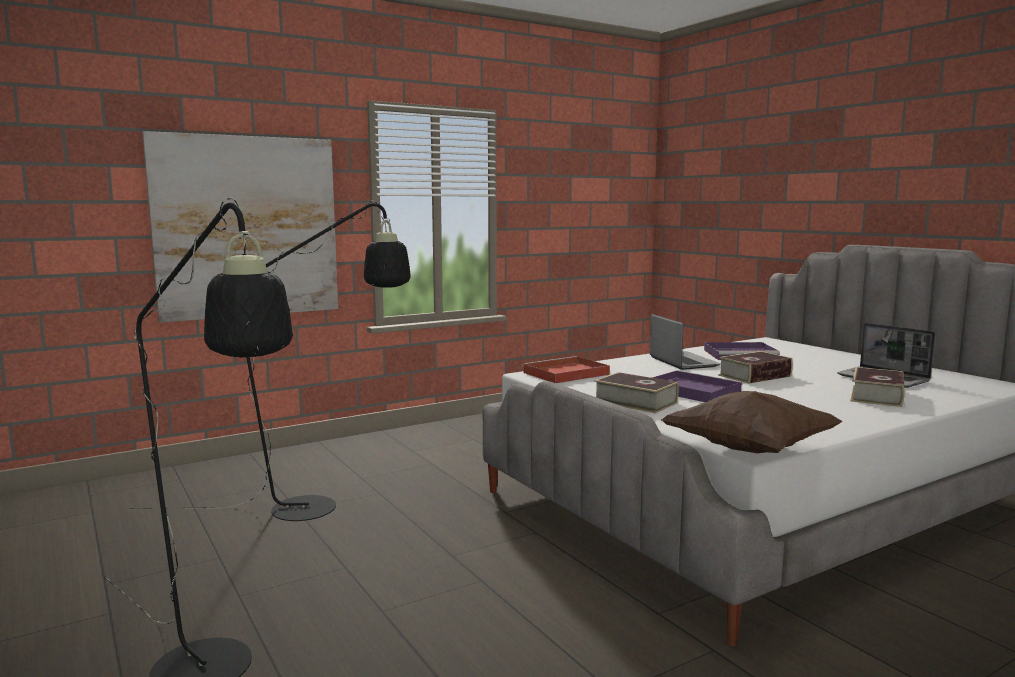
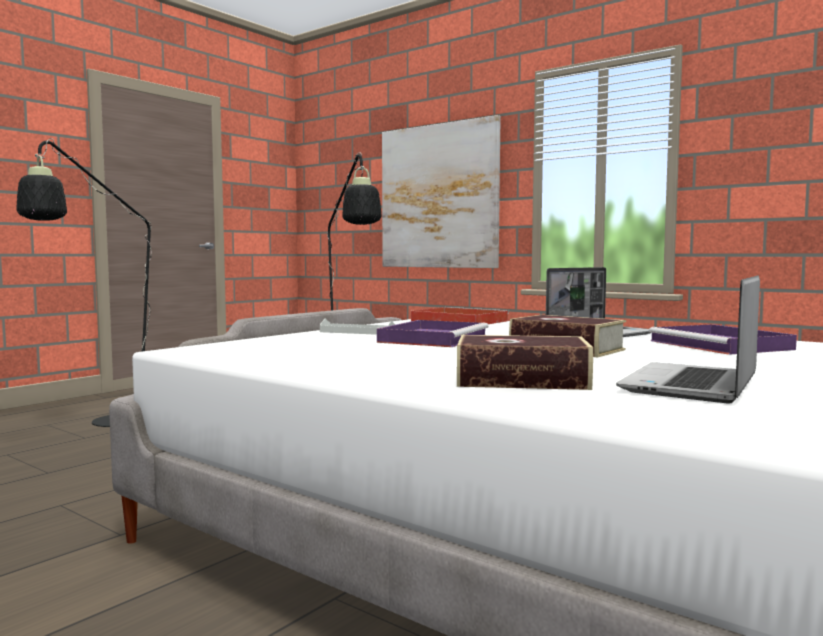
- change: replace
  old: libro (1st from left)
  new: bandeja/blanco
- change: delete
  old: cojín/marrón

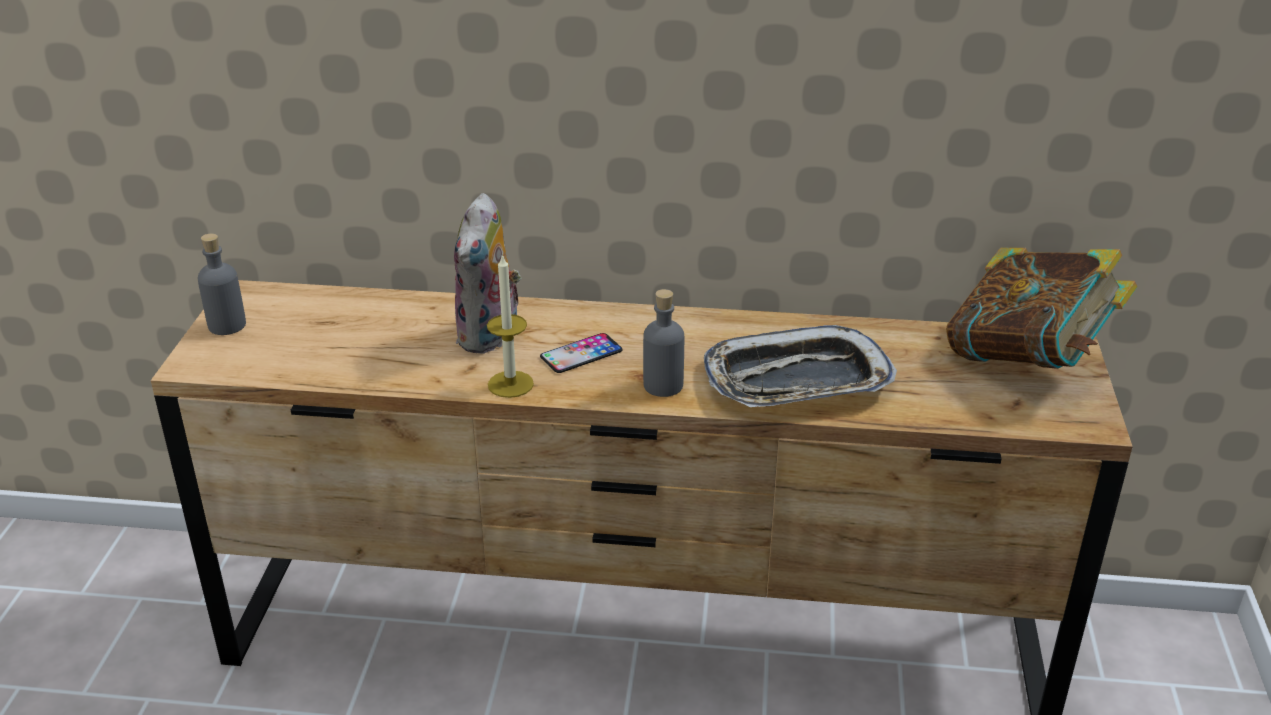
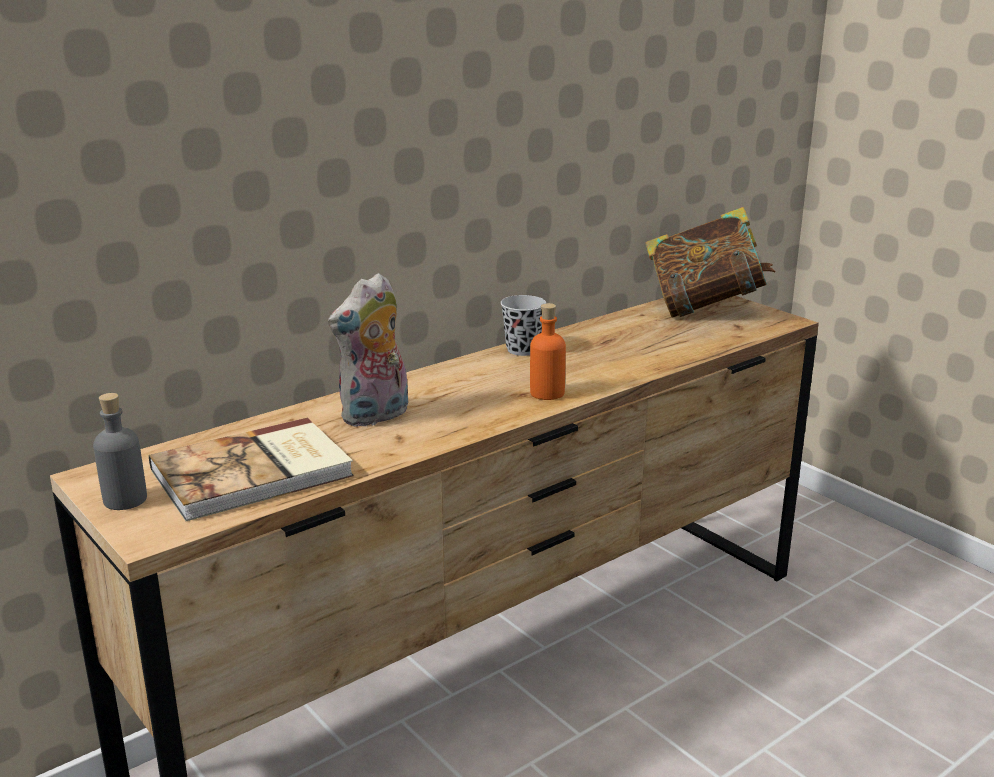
- change: rotate
  old: peluche
  degrees: 75
- change: delete
  old: vela
- change: recolor
  old: botella/gris (2nd from left)
  new: botella/naranja
- change: delete
  old: bandeja
- change: delete
  old: móvil
- change: insert
  new: taza/negro
- change: insert
  new: libro (1st from left)

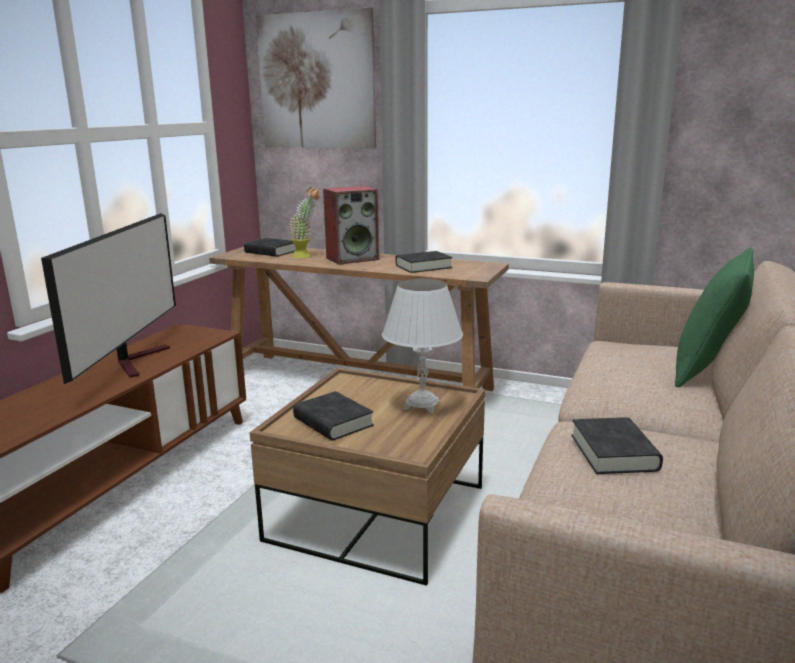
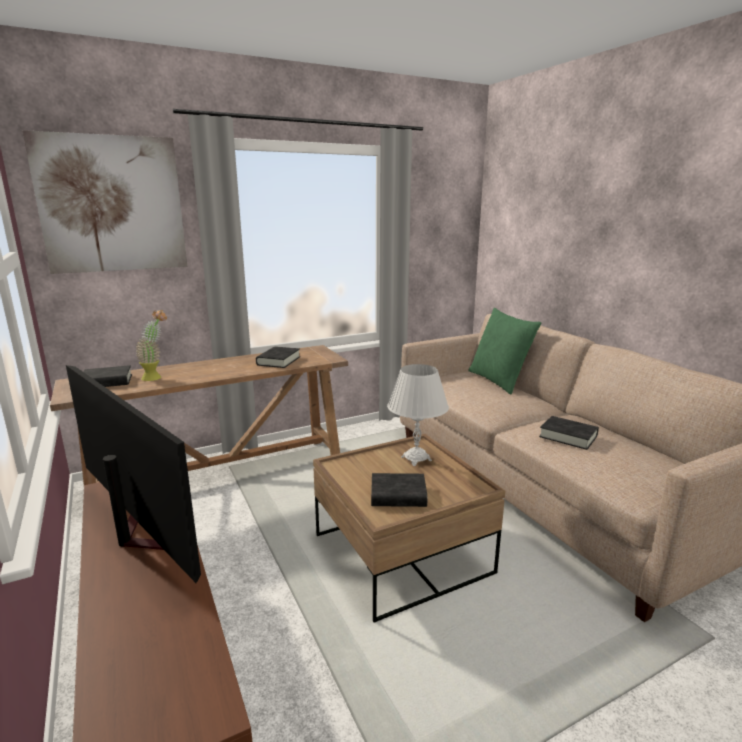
- change: delete
  old: altavoz

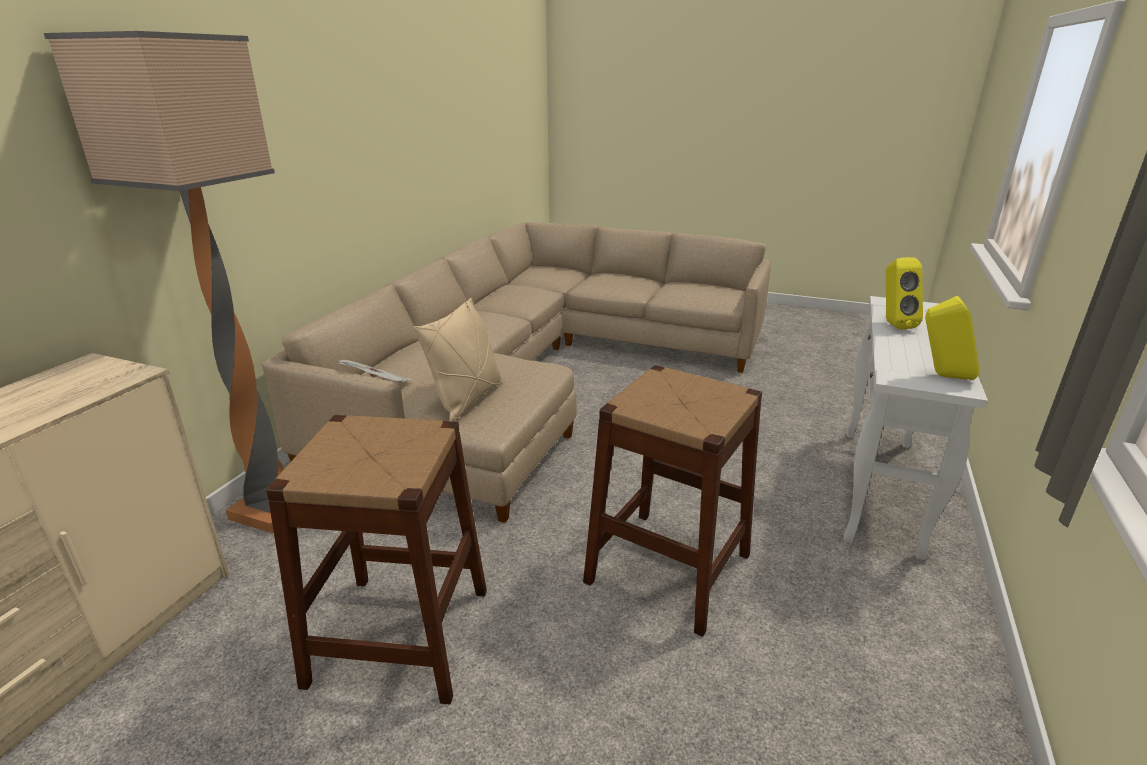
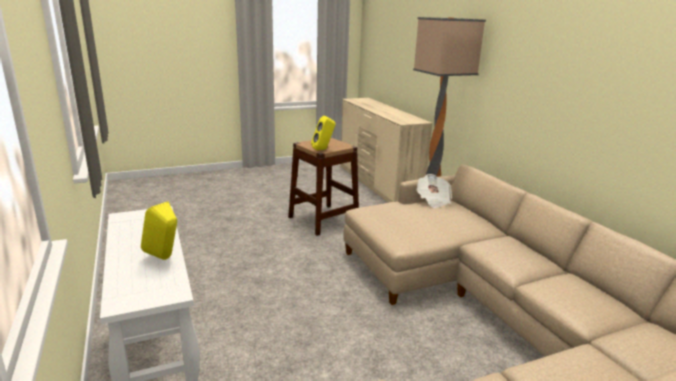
- change: move
  old: altavoz/amarillo (2nd from left)
- change: delete
  old: cojín/beis
- change: delete
  old: taburete/marrón (2nd from left)

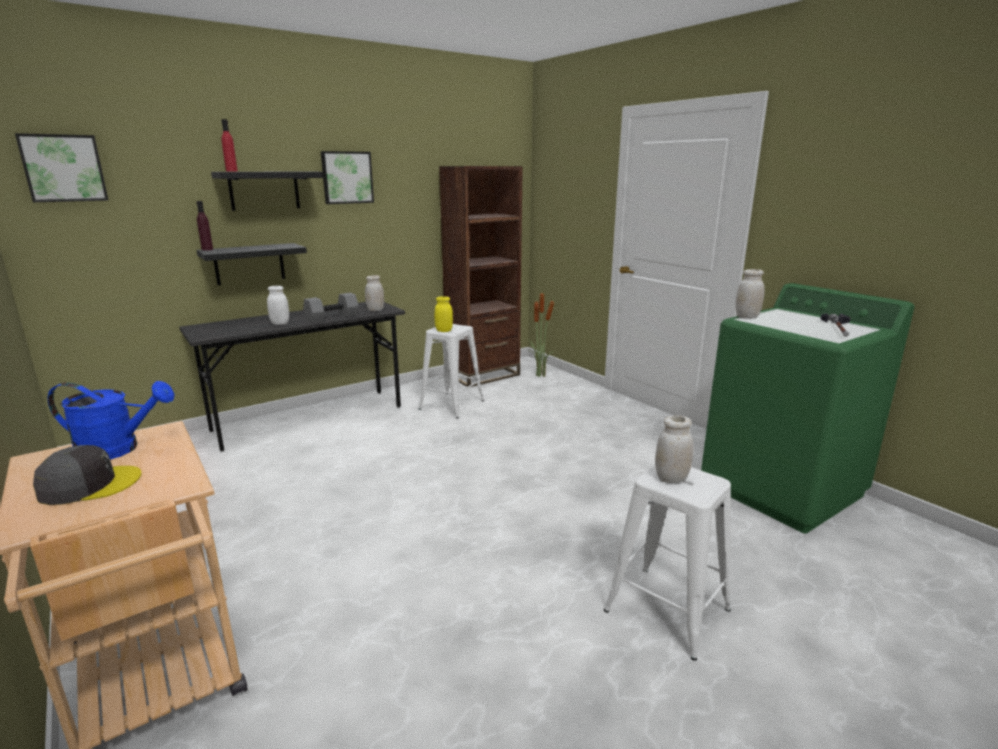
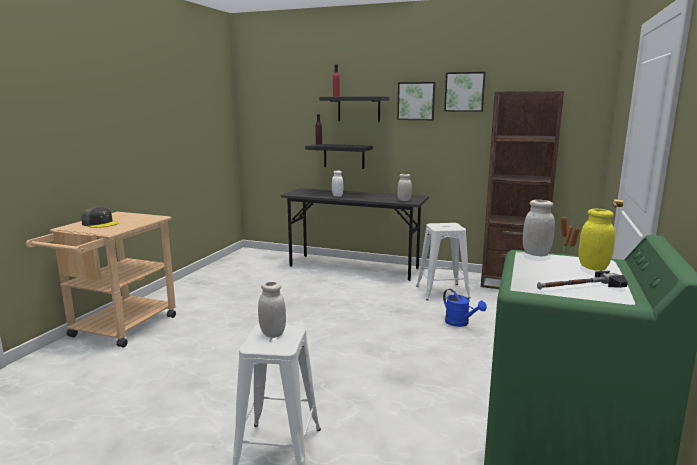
- change: move
  old: cuadro (1st from left in the first image)
  new: cuadro (2nd from left)
- change: delete
  old: mancuerna/gris
- change: move
  old: tarro/amarillo
- change: move
  old: regadera/azul

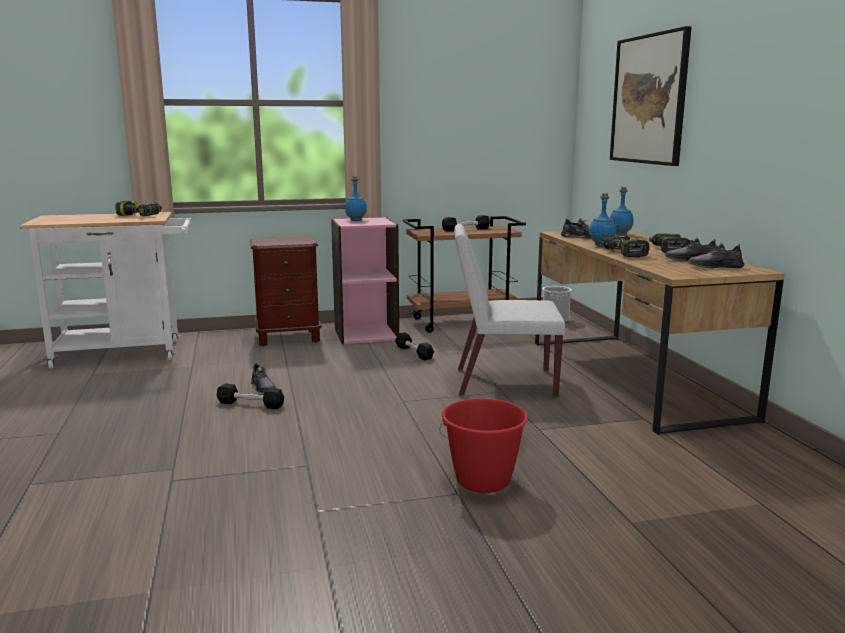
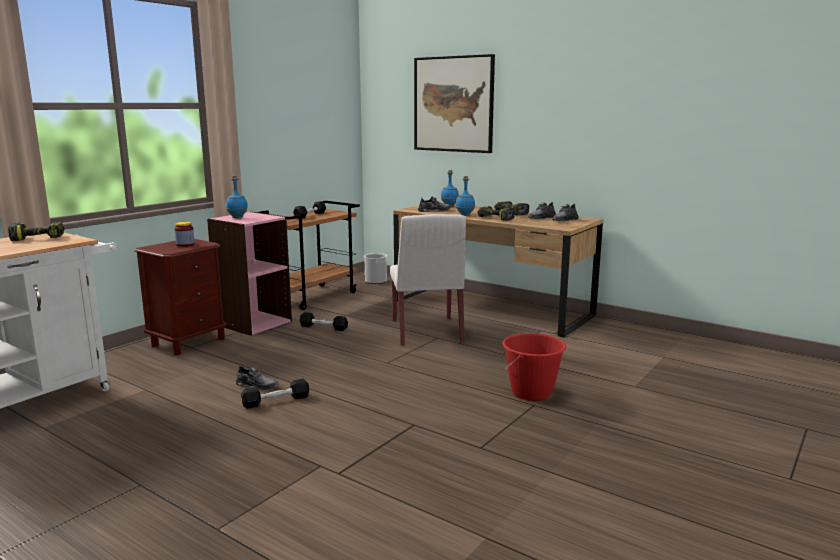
- change: rotate
  old: silla/blanco
  degrees: -60
- change: insert
  new: tarro

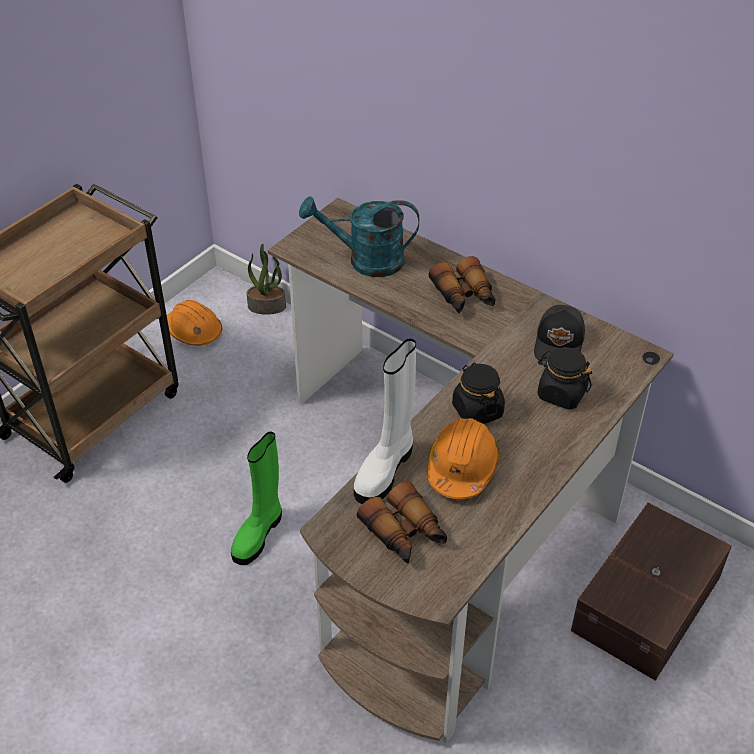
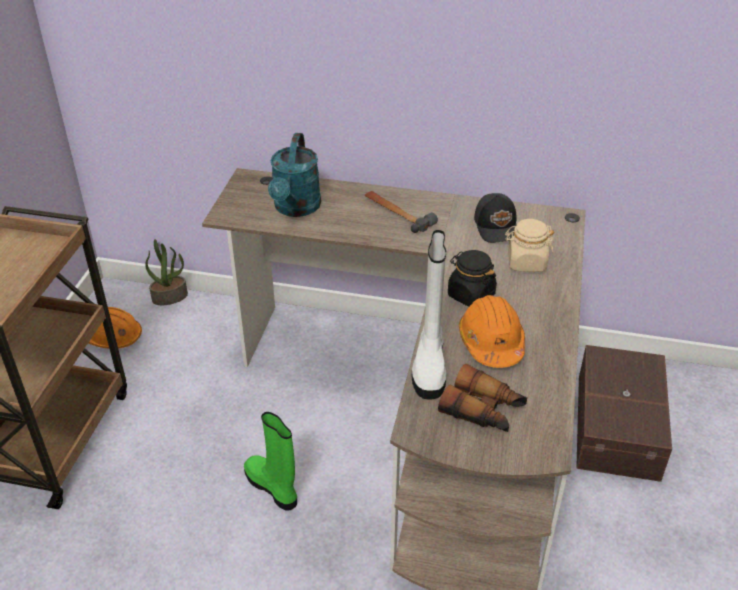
- change: rotate
  old: regadera/turquesa
  degrees: -60
- change: replace
  old: prismáticos (2nd from left)
  new: martillo
- change: recolor
  old: tarro/negro (2nd from left)
  new: tarro/beis
- change: rotate
  old: bota/verde
  degrees: 135

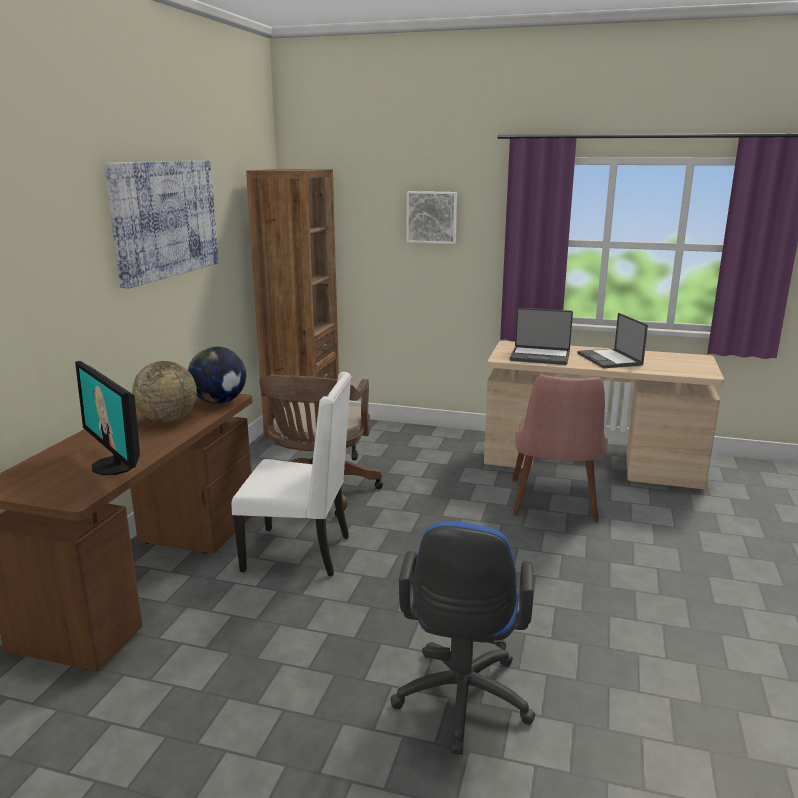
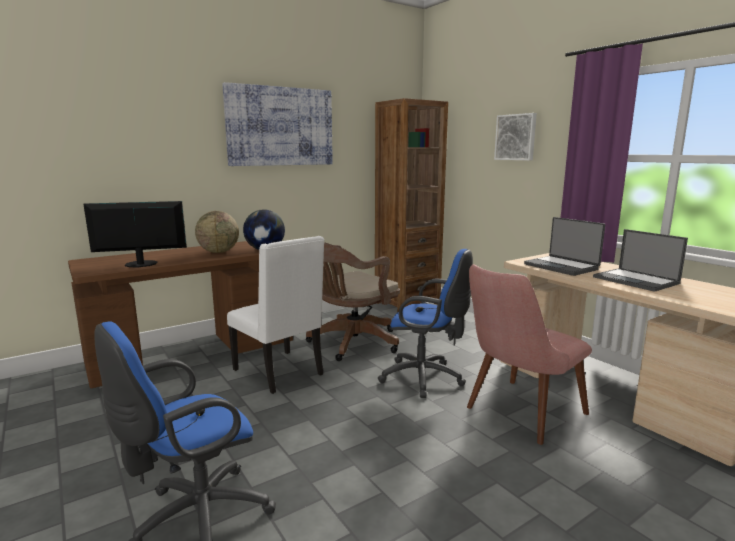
- change: rotate
  old: portátil (2nd from left)
  degrees: -60
- change: rotate
  old: monitor
  degrees: 75
- change: insert
  new: silla de oficina/azul (2nd from left)

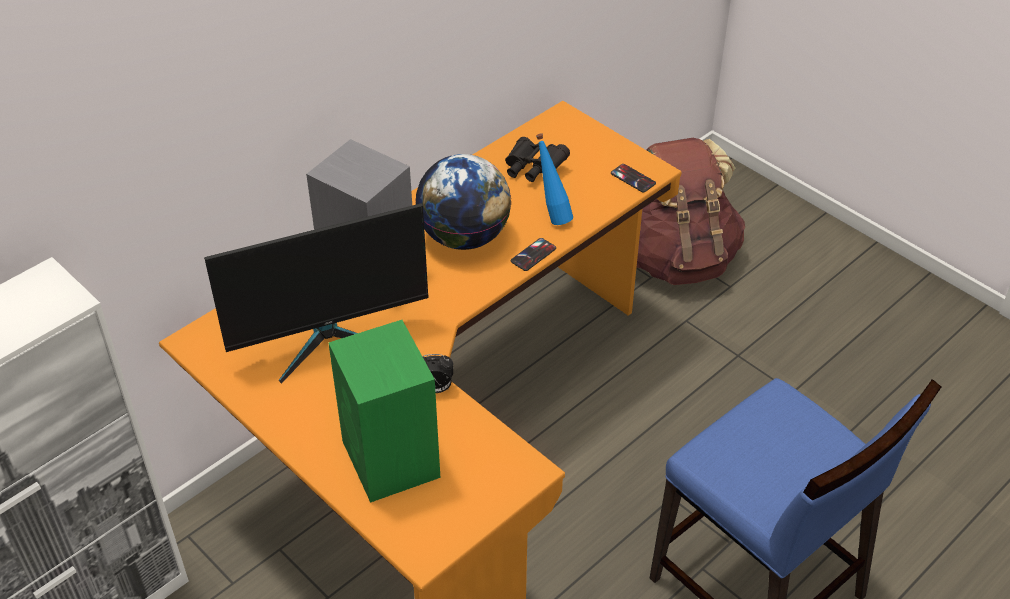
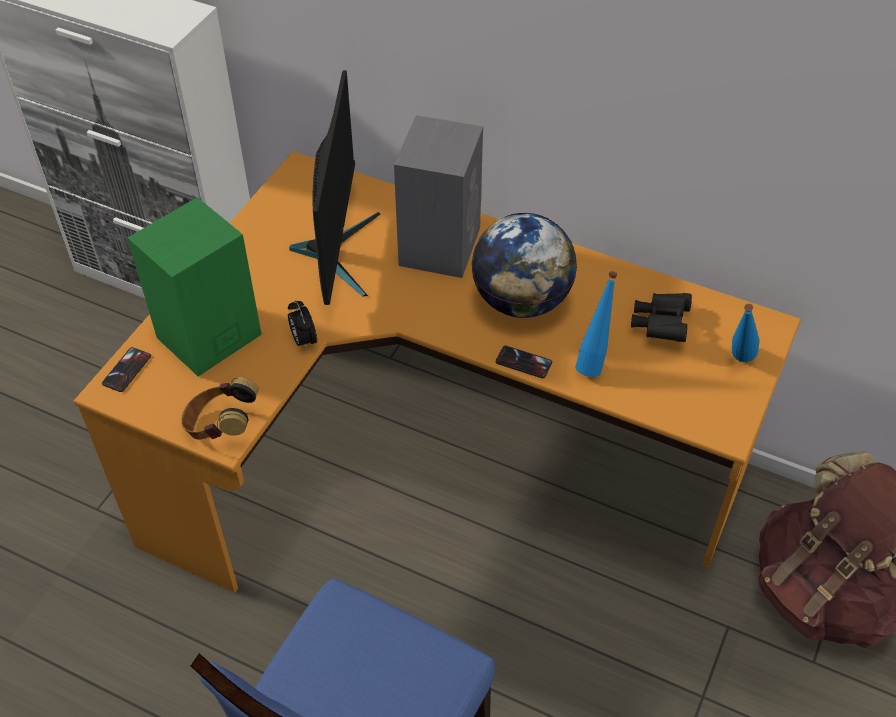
- change: move
  old: móvil (2nd from left in the first image)
  new: móvil (1st from left)
- change: rotate
  old: monitor
  degrees: -135
- change: insert
  new: botella/azul (2nd from left)
- change: insert
  new: auriculares

